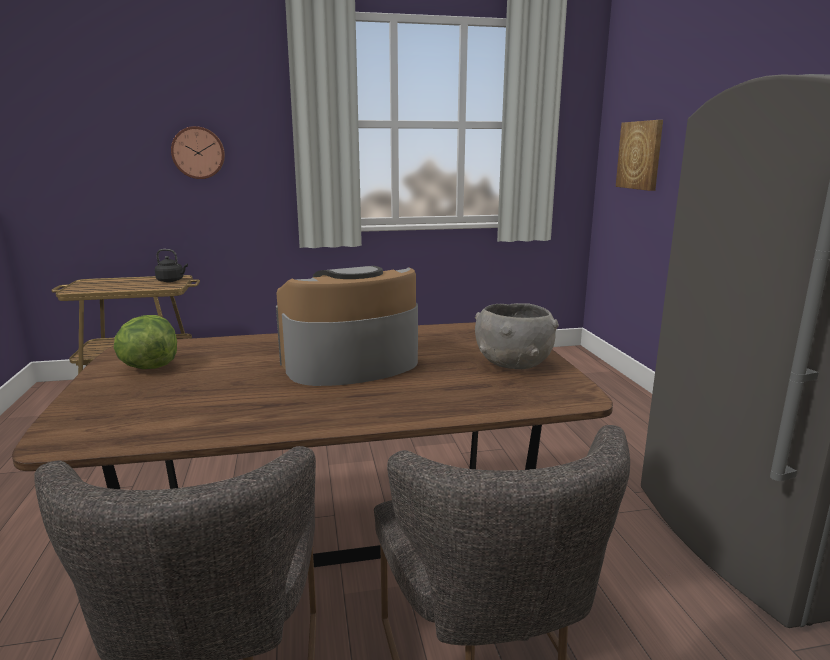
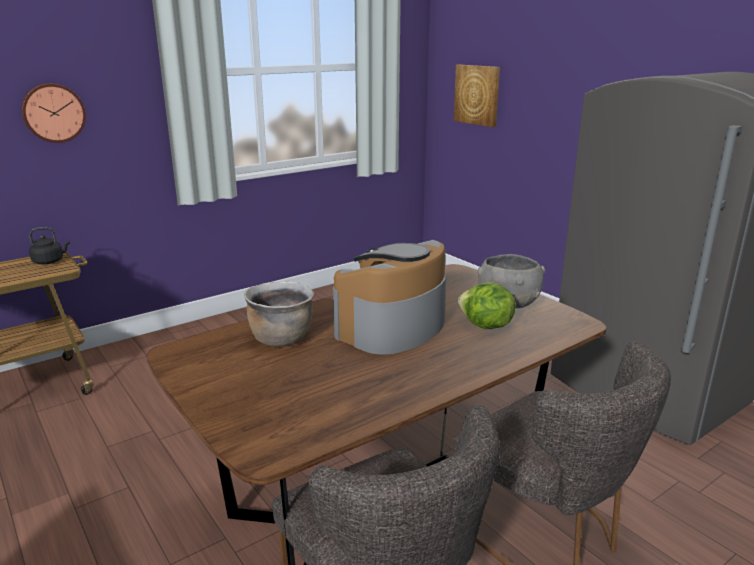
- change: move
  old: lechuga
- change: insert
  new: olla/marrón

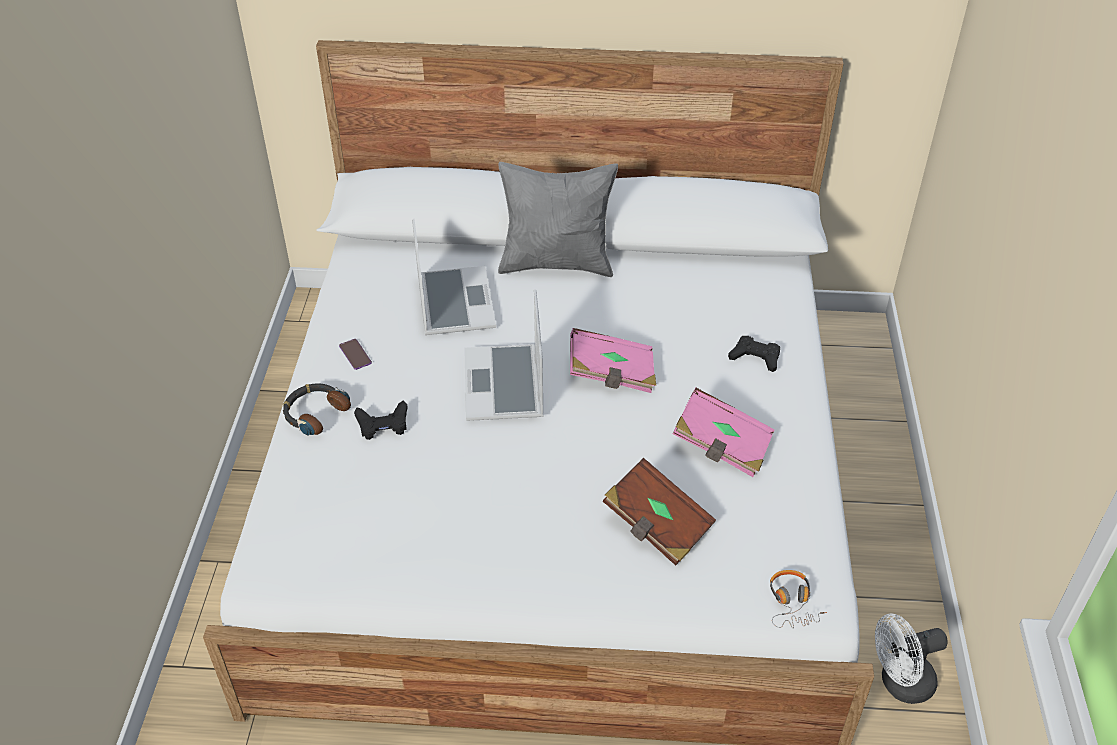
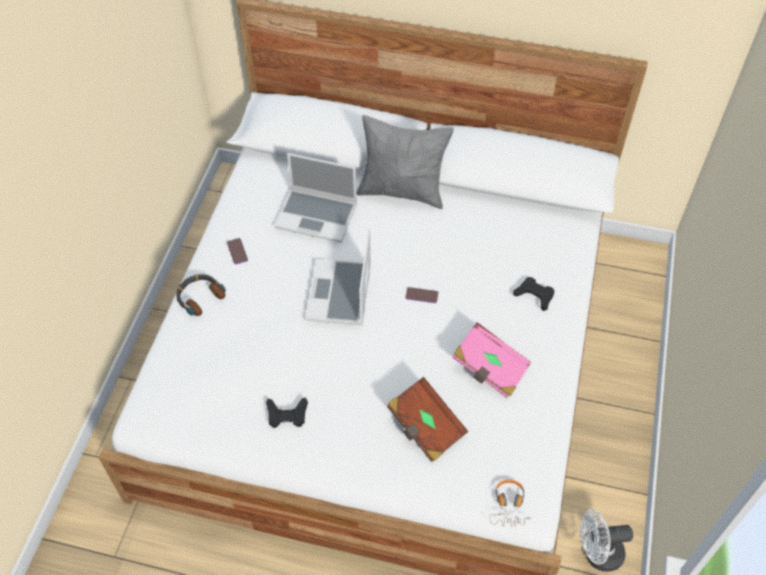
- change: rotate
  old: portátil (1st from left)
  degrees: 105
- change: replace
  old: libro/rosa (1st from left)
  new: móvil (2nd from left)
- change: move
  old: mando de consola/negro (1st from left)

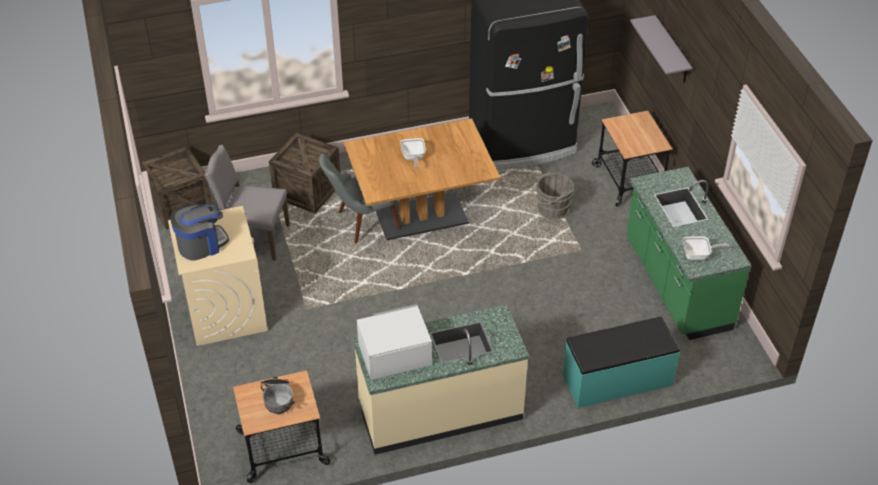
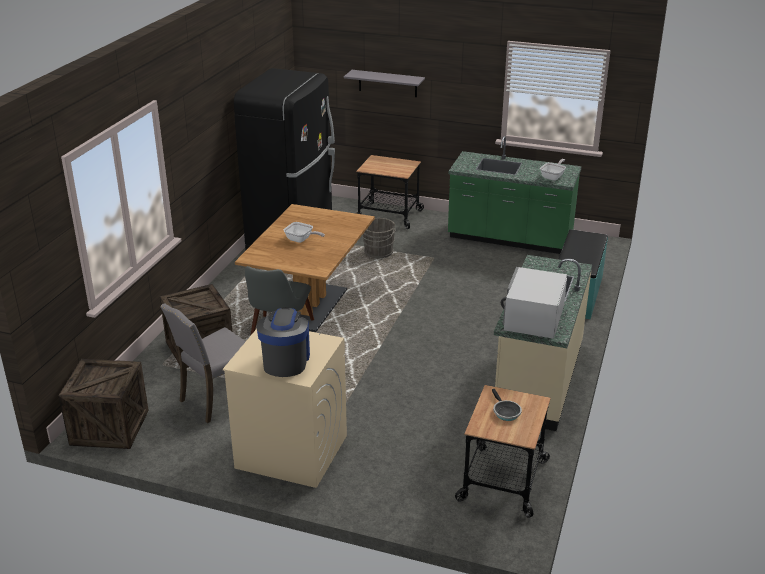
- change: replace
  old: olla
  new: sartén (2nd from left)

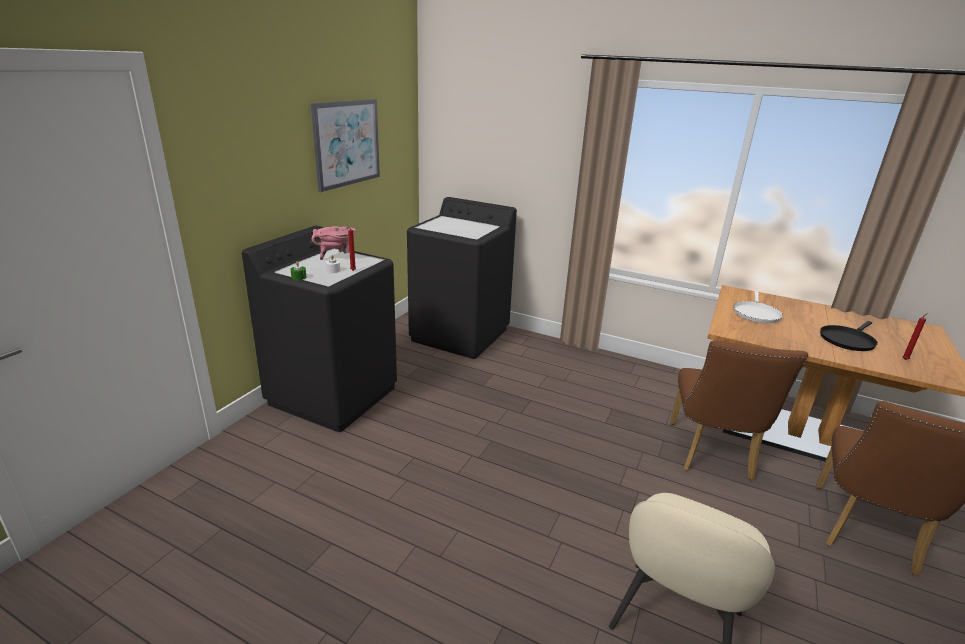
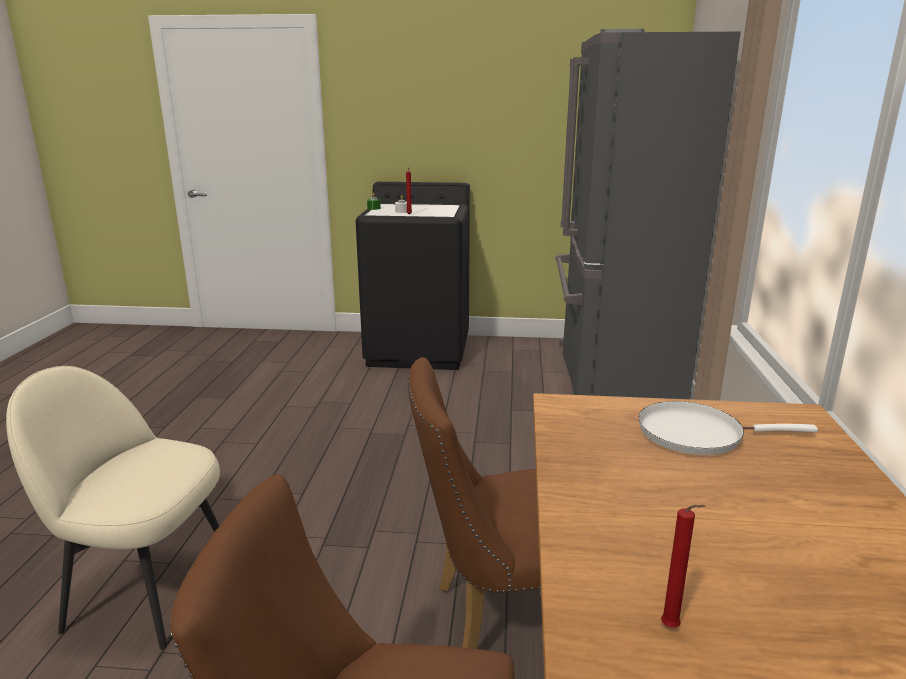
- change: delete
  old: cuadro
- change: replace
  old: lavadora/negro (2nd from left)
  new: nevera/gris
- change: delete
  old: olla/rosa
- change: delete
  old: sartén/negro

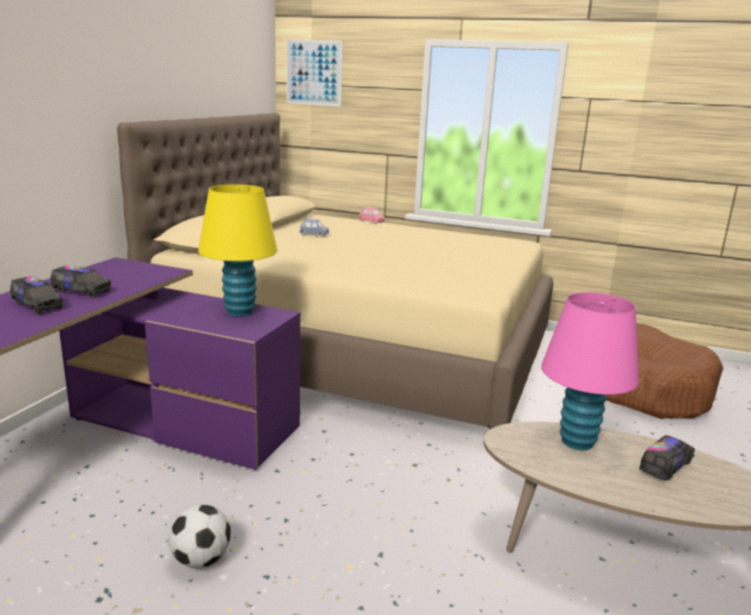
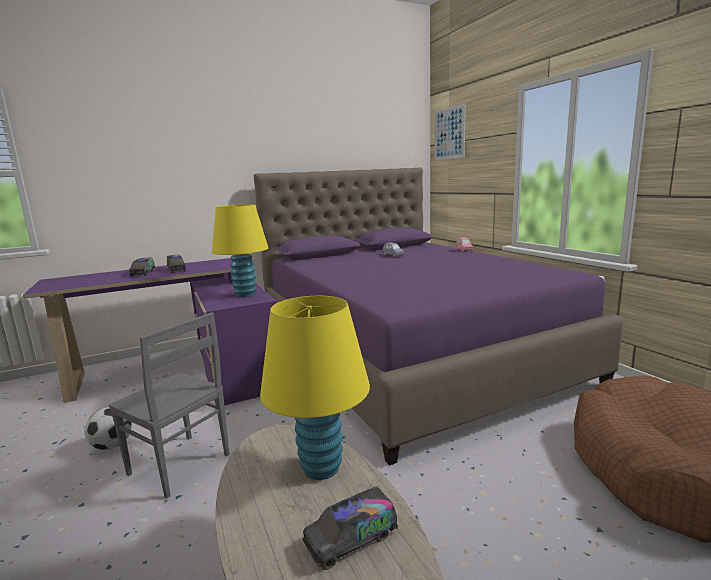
- change: recolor
  old: cama/beis
  new: cama/morado
- change: recolor
  old: lámpara de mesa/rosa
  new: lámpara de mesa/amarillo (2nd from left)
- change: rotate
  old: camión de juguete (3rd from left)
  degrees: 150
- change: insert
  new: silla/gris

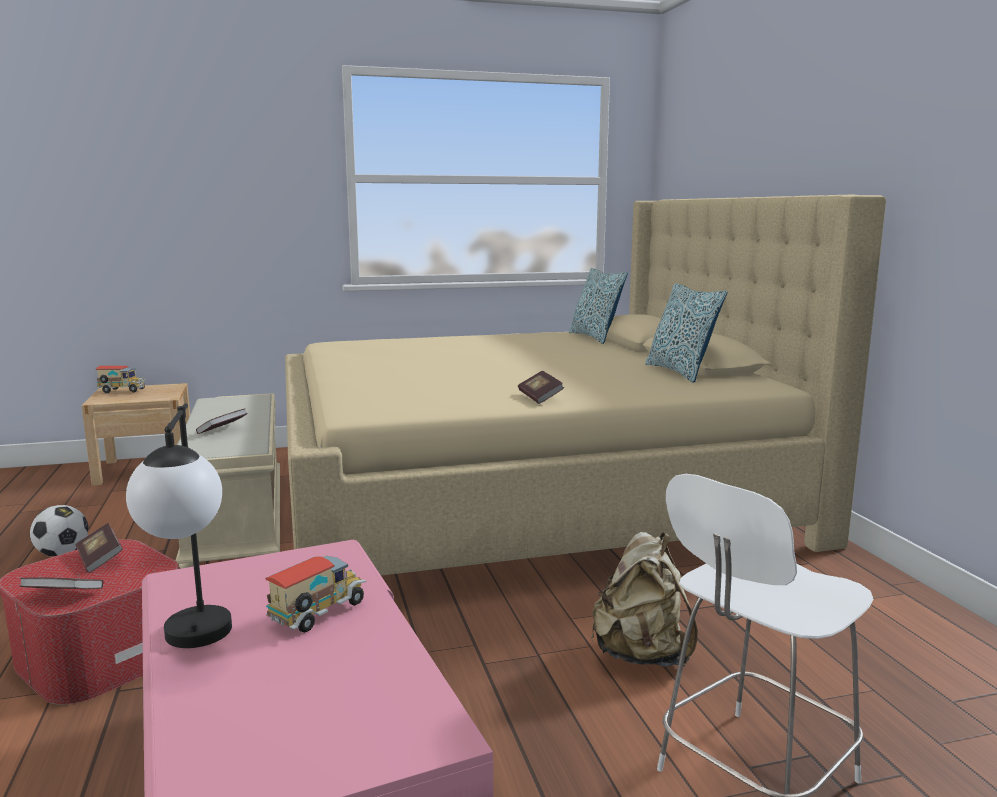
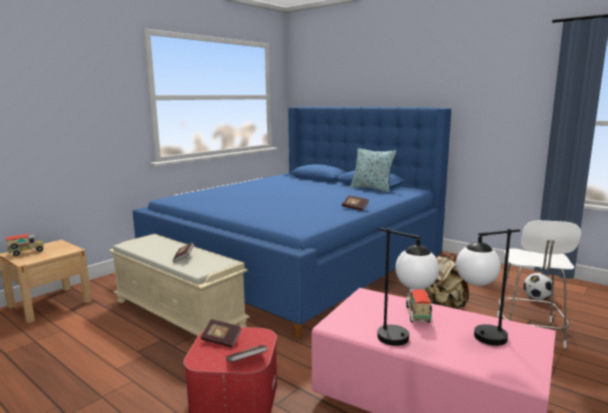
- change: recolor
  old: cama/beis
  new: cama/azul
- change: delete
  old: cojín (1st from left)
- change: move
  old: balón de fútbol
- change: insert
  new: lámpara de mesa (2nd from left)

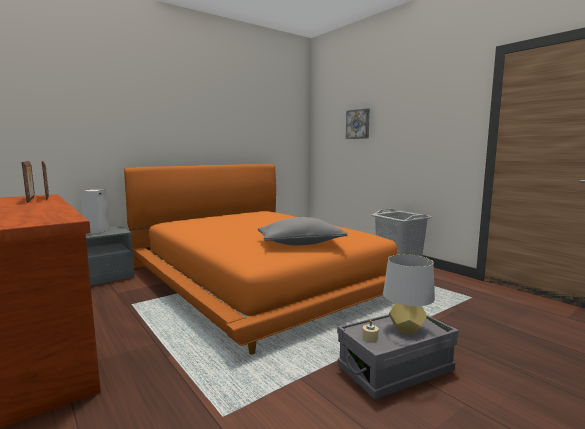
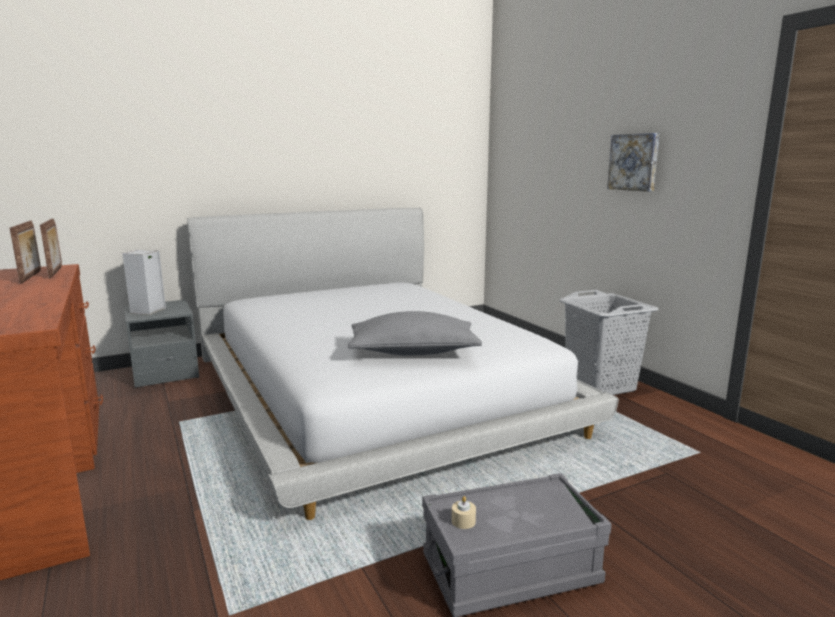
- change: move
  old: cuadro
- change: recolor
  old: cama/naranja
  new: cama/blanco
- change: delete
  old: lámpara de mesa/gris

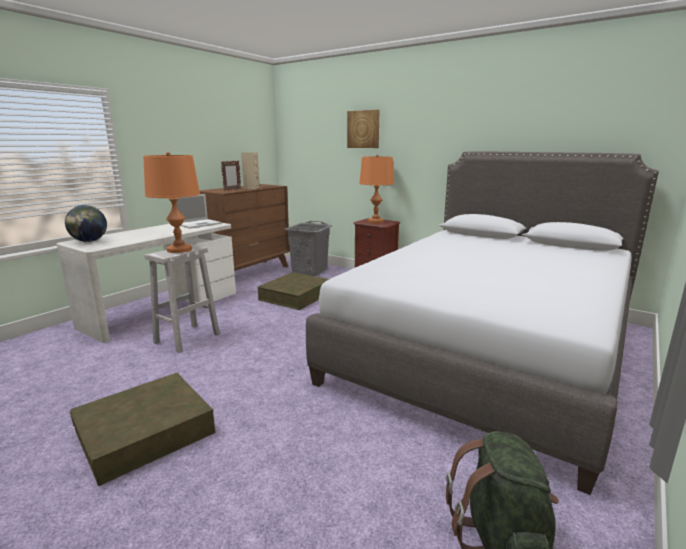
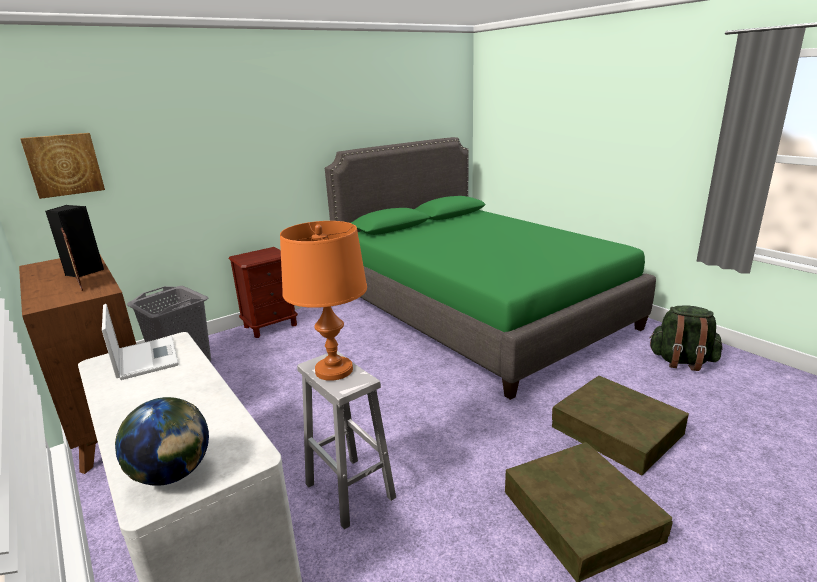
- change: move
  old: cuadro
- change: recolor
  old: altavoz/beis
  new: altavoz/negro
- change: recolor
  old: cama/gris
  new: cama/verde
- change: delete
  old: lámpara de mesa/naranja (2nd from left)
- change: move
  old: caja de almacenaje/marrón (2nd from left)

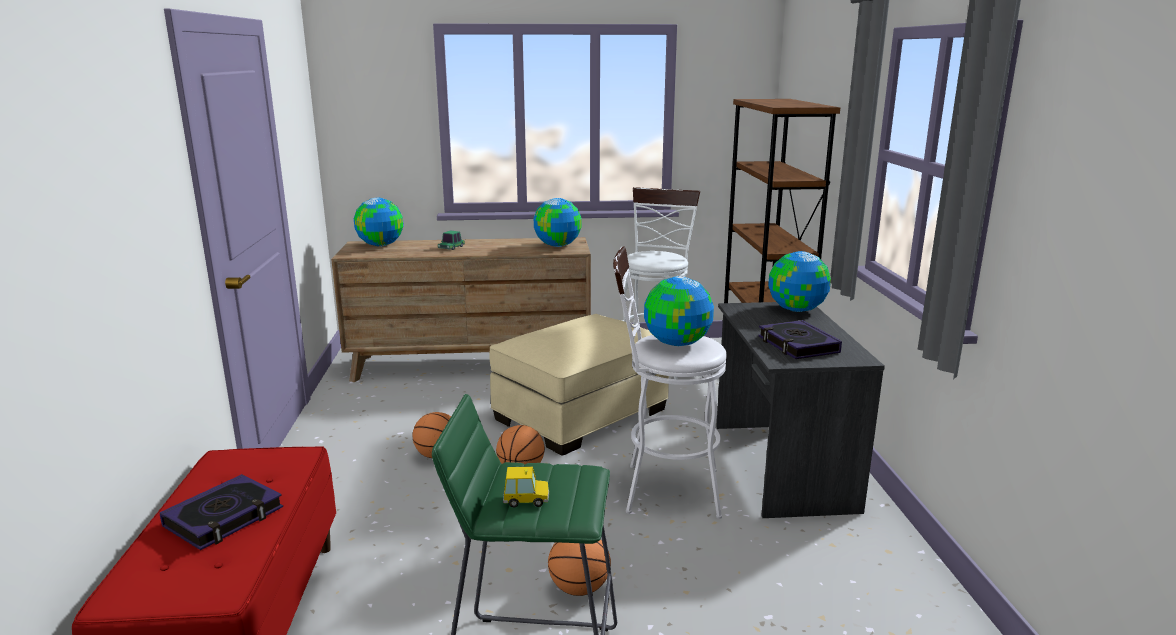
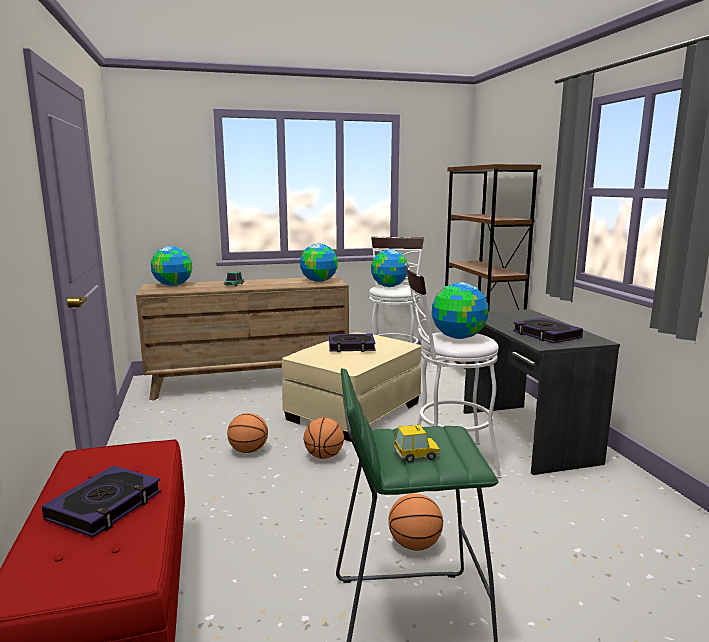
- change: move
  old: globo terráqueo (4th from left in the first image)
  new: globo terráqueo (3rd from left)
- change: insert
  new: libro (2nd from left)

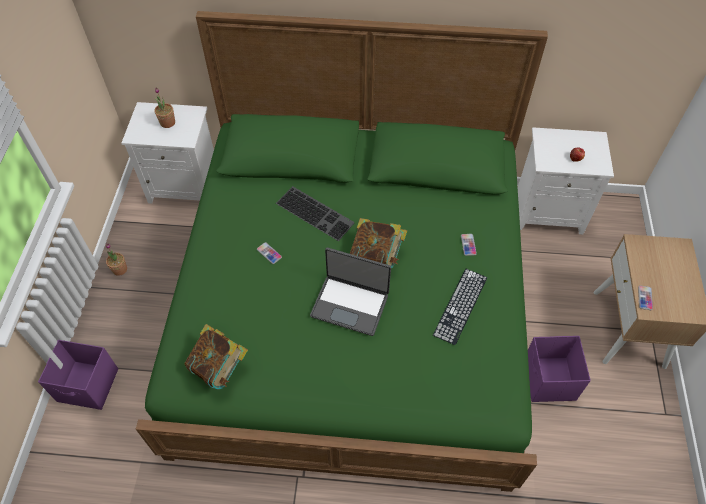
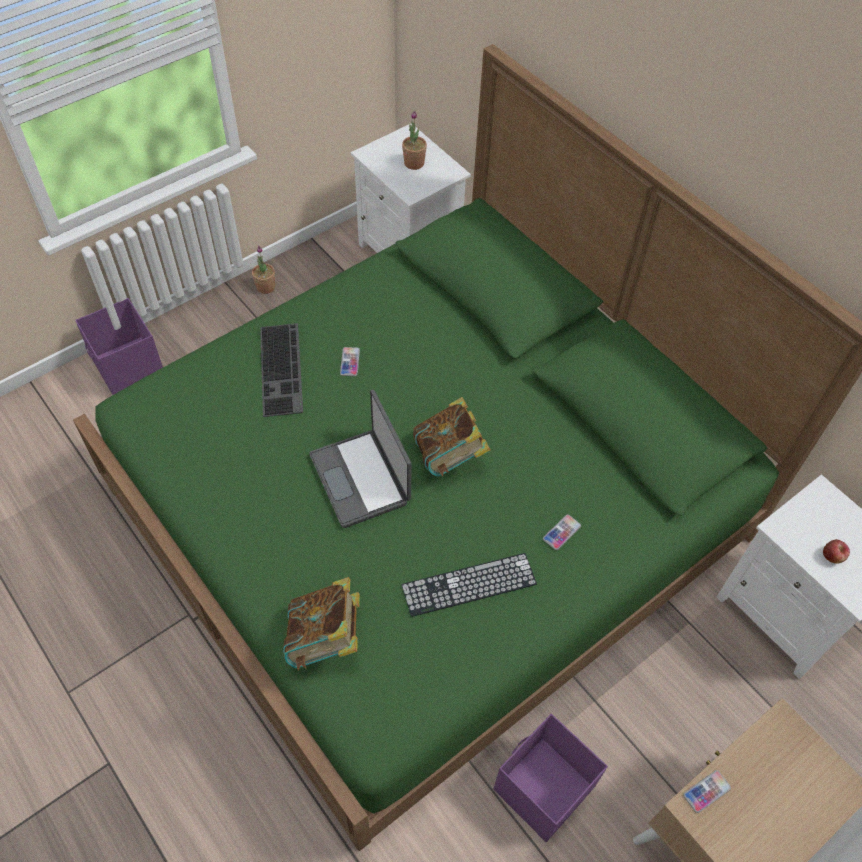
- change: move
  old: teclado (1st from left)
- change: move
  old: libro (1st from left)

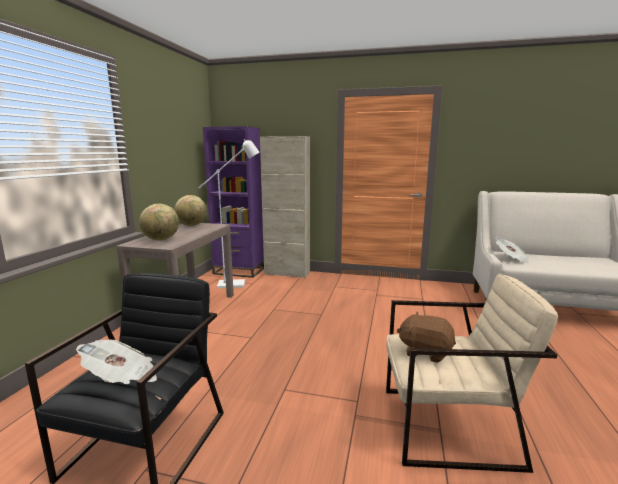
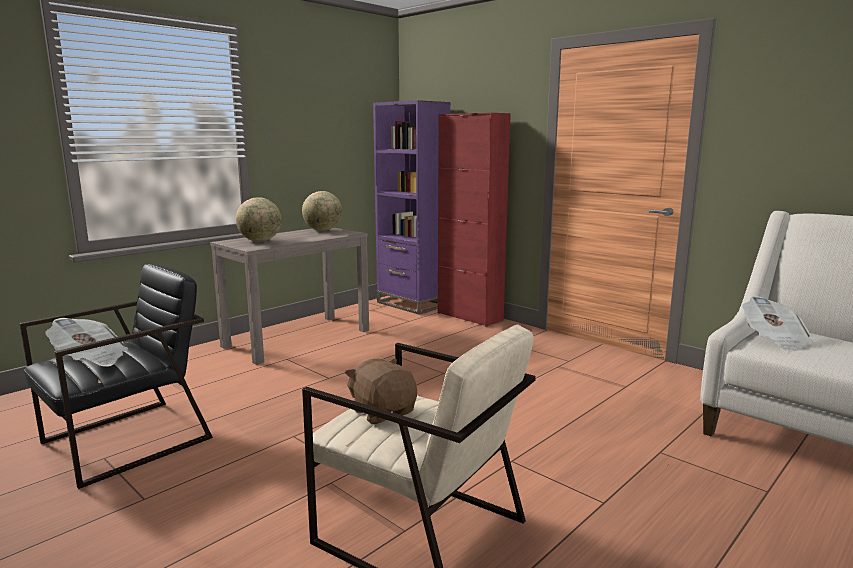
- change: recolor
  old: armario/beis
  new: armario/rojo
- change: delete
  old: lámpara de pie/blanco

